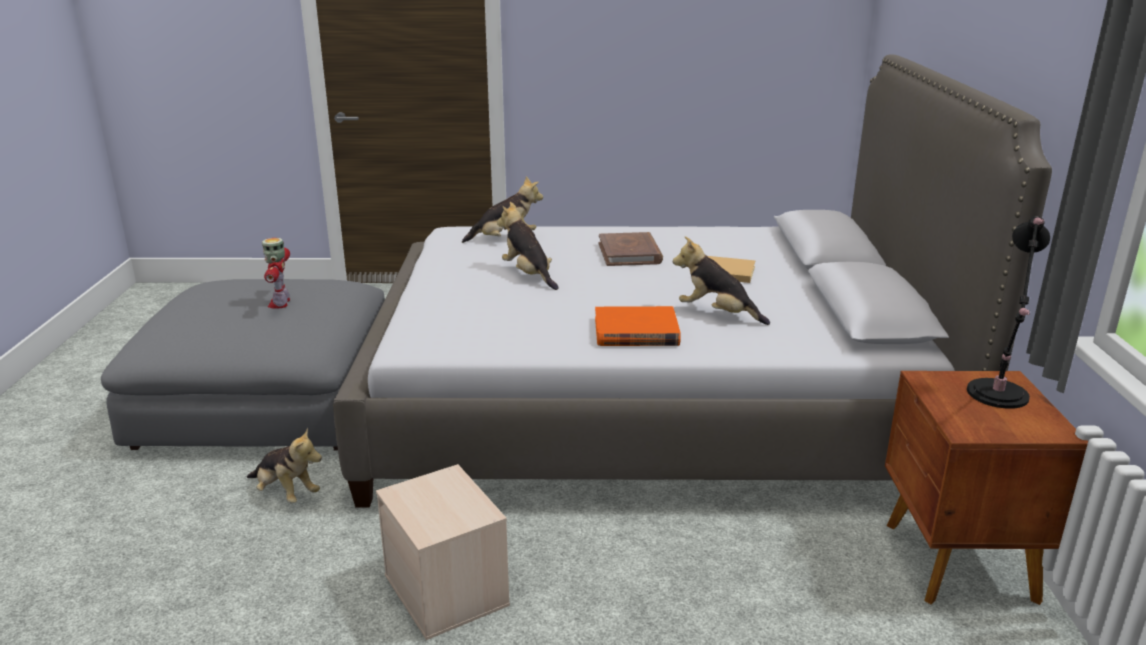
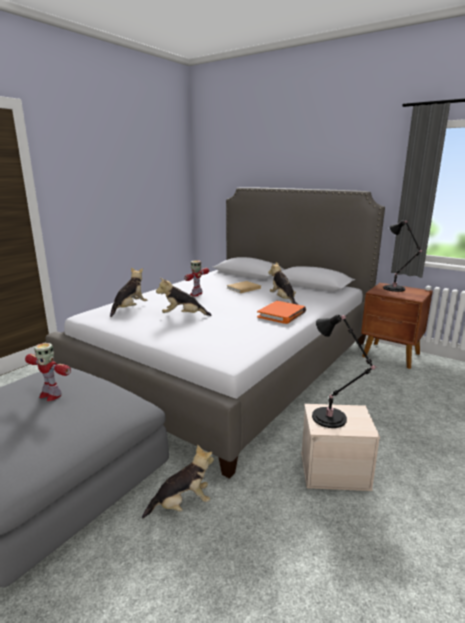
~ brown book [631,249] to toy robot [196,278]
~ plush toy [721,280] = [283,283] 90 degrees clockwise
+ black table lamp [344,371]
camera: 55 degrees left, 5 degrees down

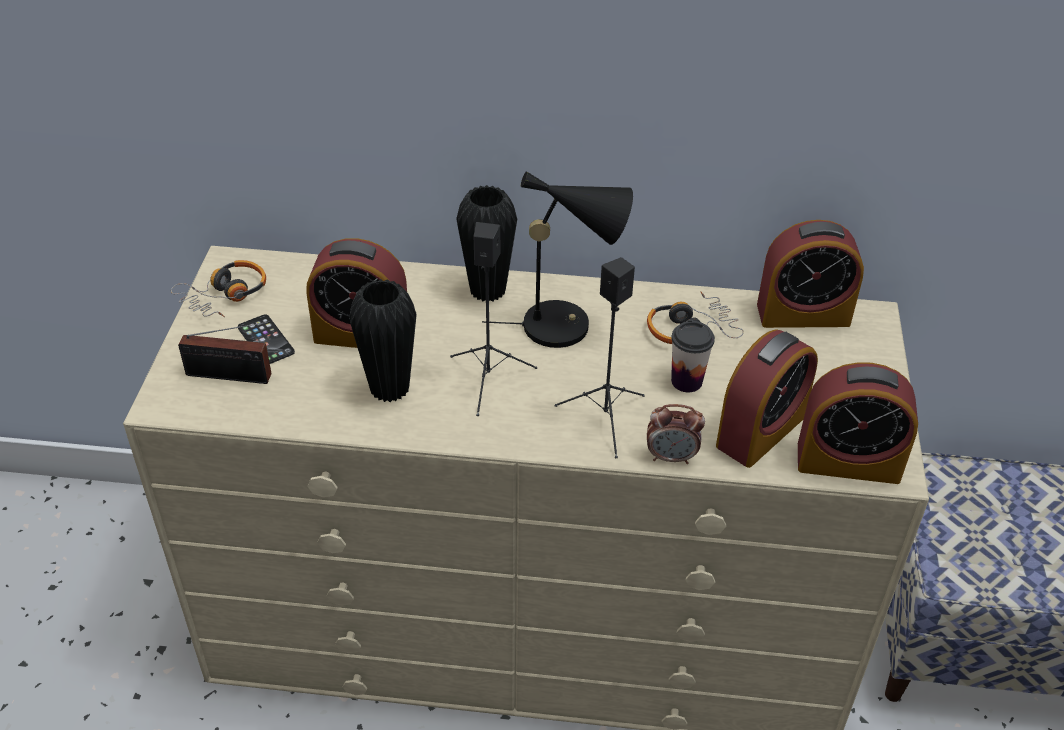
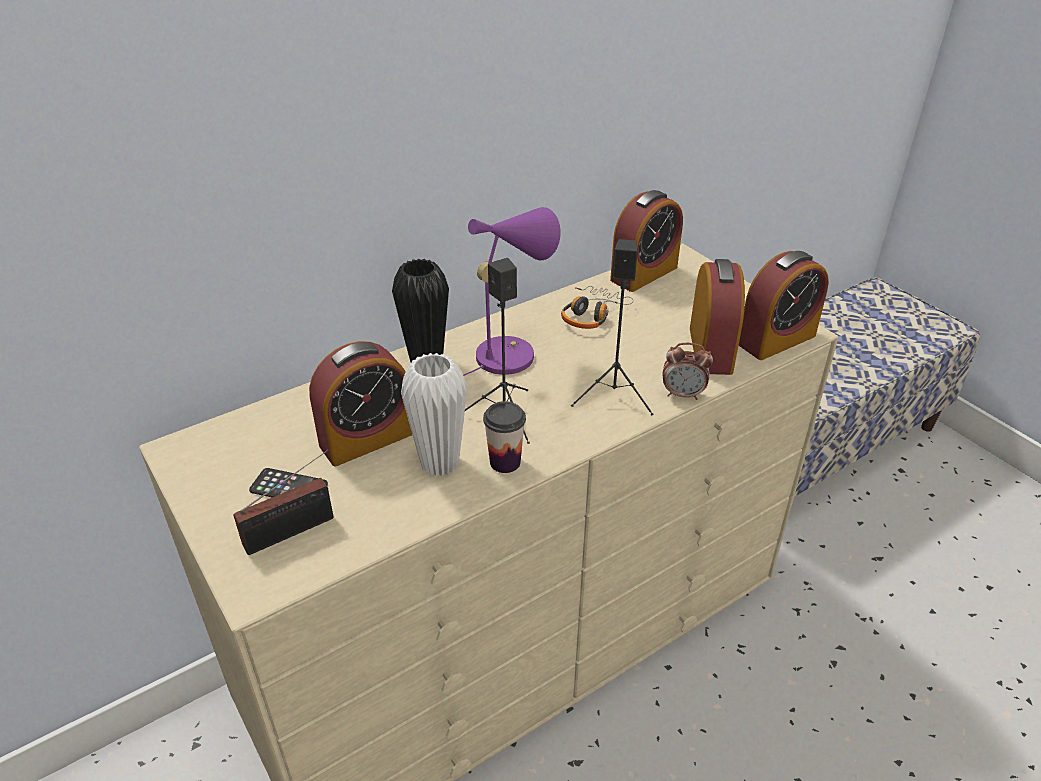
- headphones [218,288]
~ black vase [383,340] to white vase [434,414]
~ black table lamp [557,259] to purple table lamp [512,291]
~ alarm clock [676,434] = [688,371] 45 degrees clockwise
~ cup [693,356] to [504,437]
camera: 40 degrees left, 5 degrees down

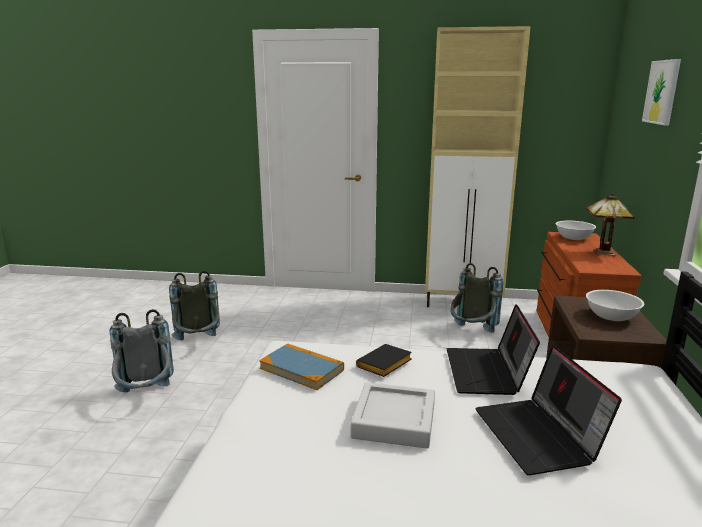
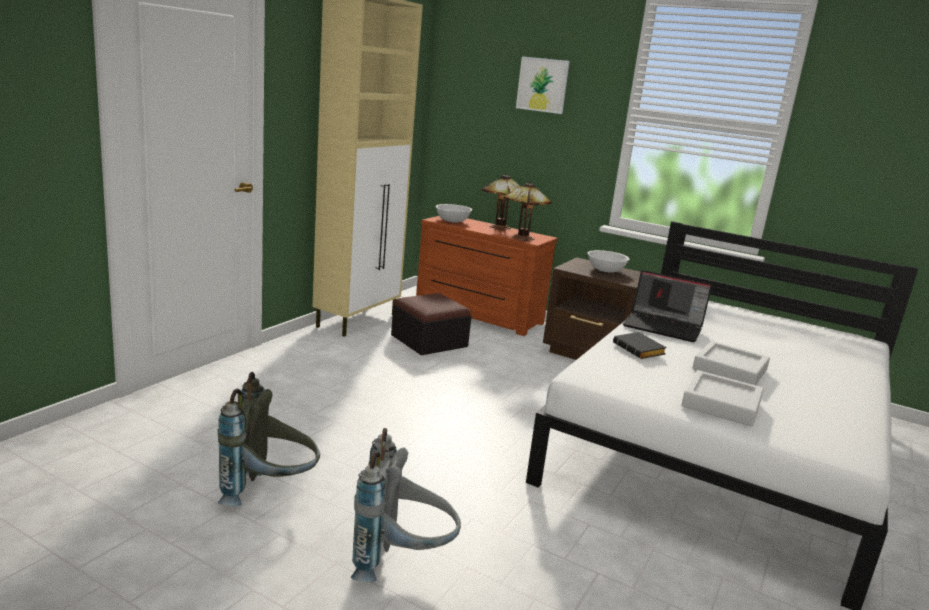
- book [301,366]
~ grey backpack [476,298] to ottoman [431,324]
- laptop [548,410]
+ table lamp [527,211]
+ grey tray [723,398]
camera: 70 degrees left, 0 degrees up

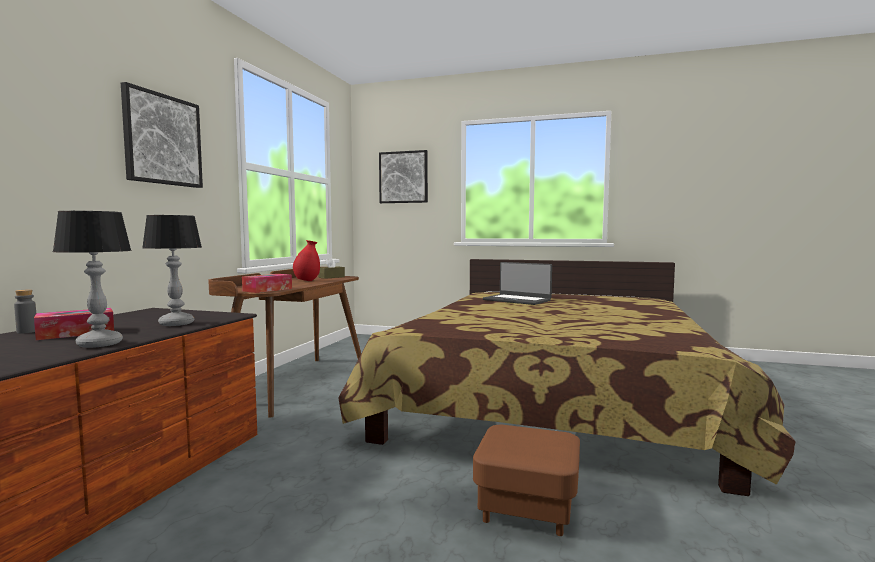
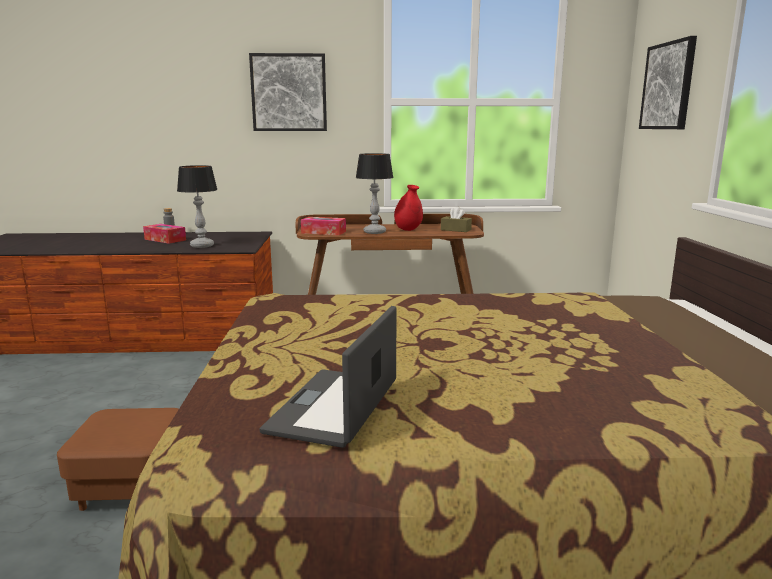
~ table lamp [92,279] to [375,193]
~ laptop [517,283] to [328,377]
camera: 70 degrees right, 10 degrees up

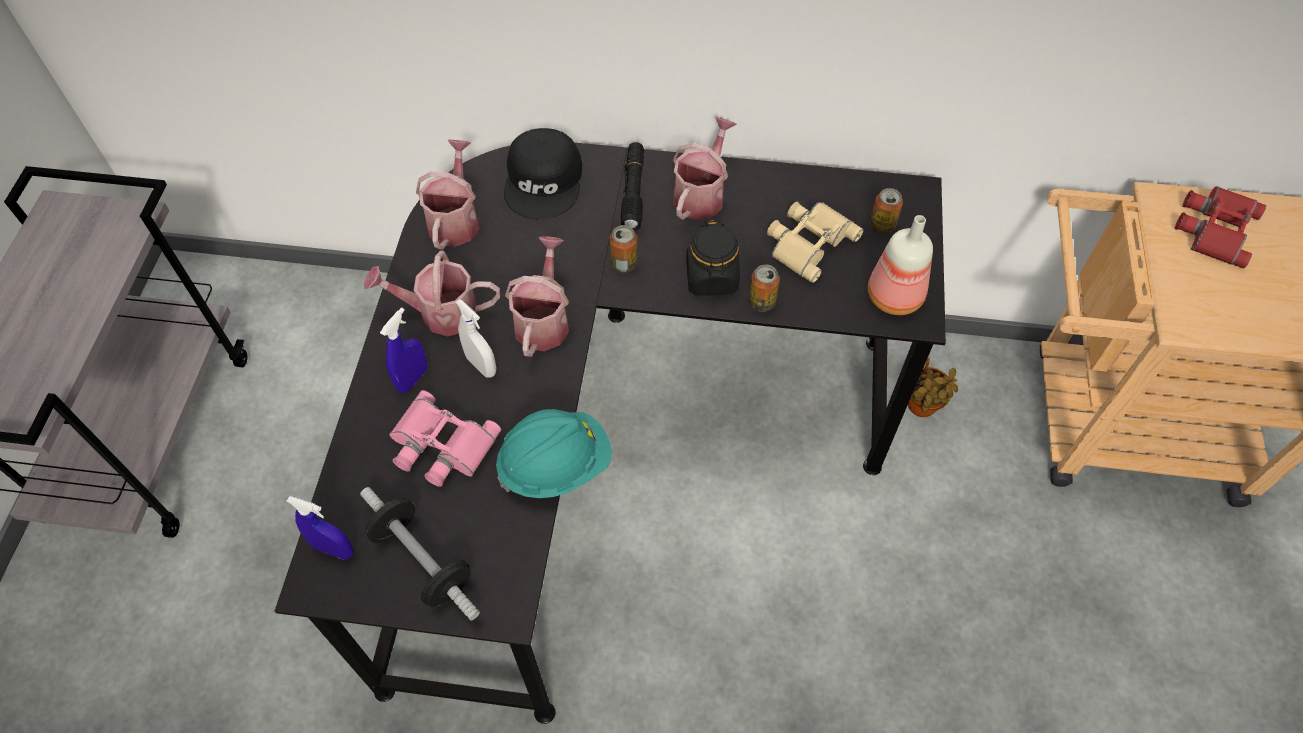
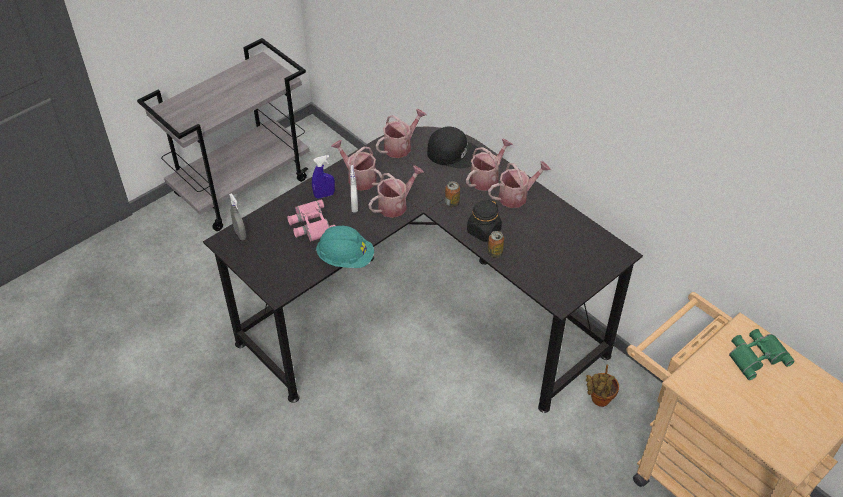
~ blue spray bottle [320,528] to grey spray bottle [238,216]
- dumbbell [420,554]
~ black cap [543,173] = [454,147] 120 degrees counterclockwise
~ black flashlight [632,187] to watering can [489,165]
- beige binoculars [815,242]
- bottle [900,265]
- can [886,211]
~ red binoculars [1220,227] to green binoculars [762,354]
camera: 40 degrees right, 10 degrees down

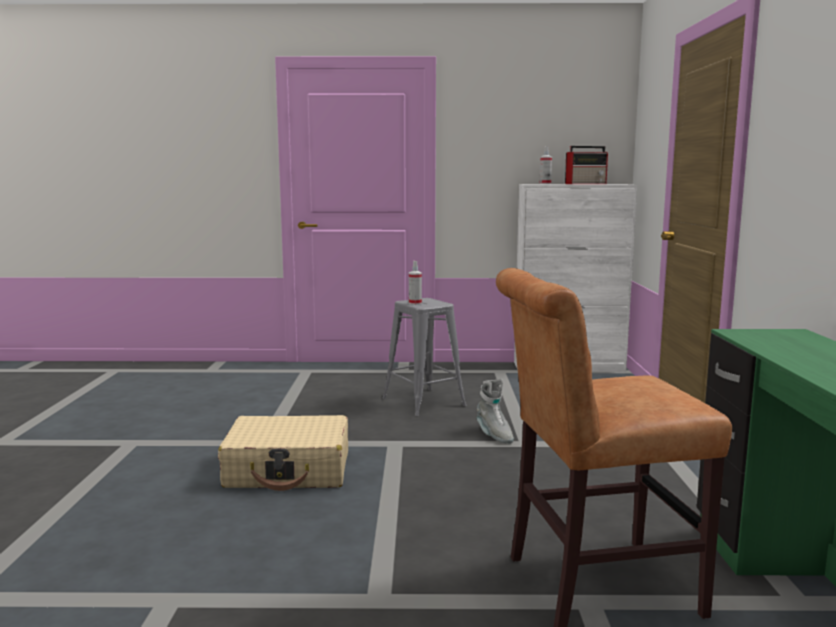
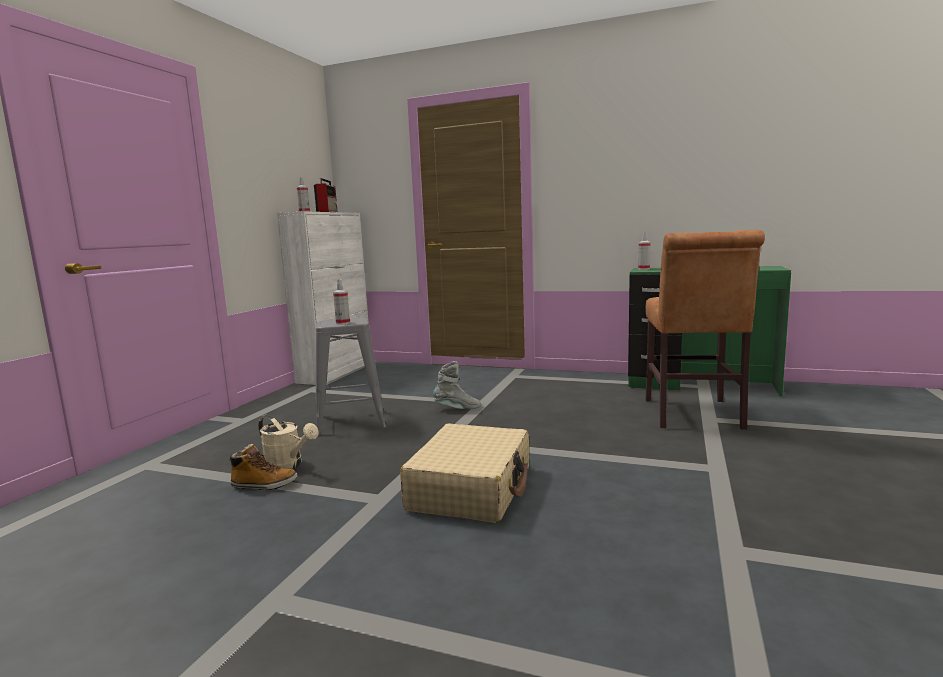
+ boot [262,467]
+ beige watering can [288,441]
+ spray bottle [644,251]
camera: 70 degrees left, 0 degrees up

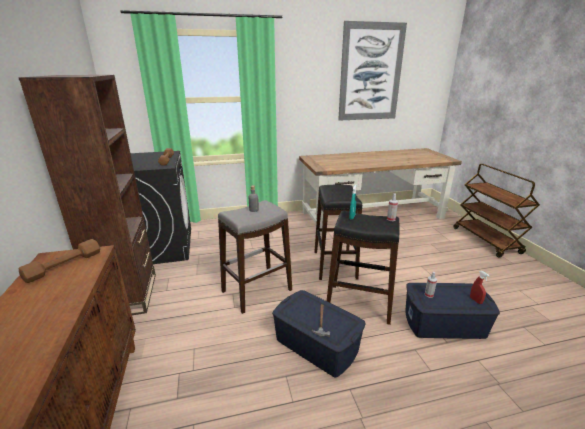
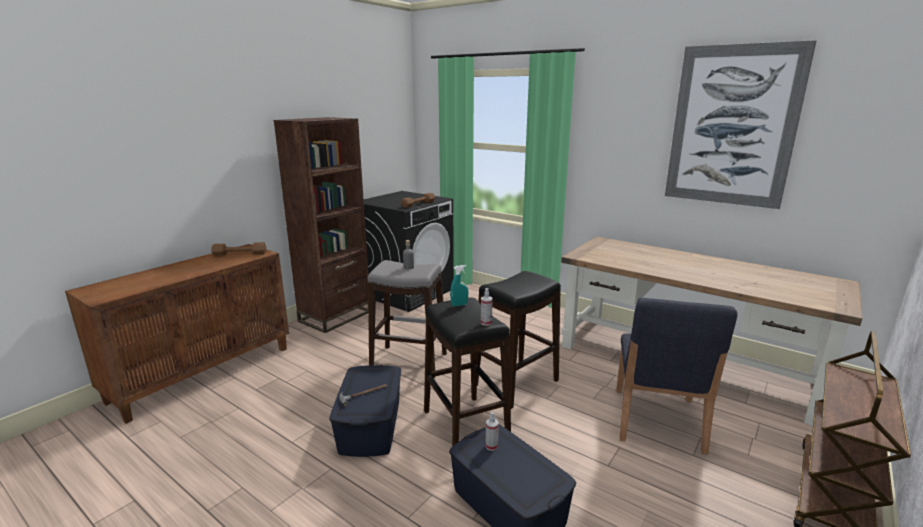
- red spray bottle [480,287]
+ blue chair [676,376]
camera: 50 degrees right, 5 degrees down

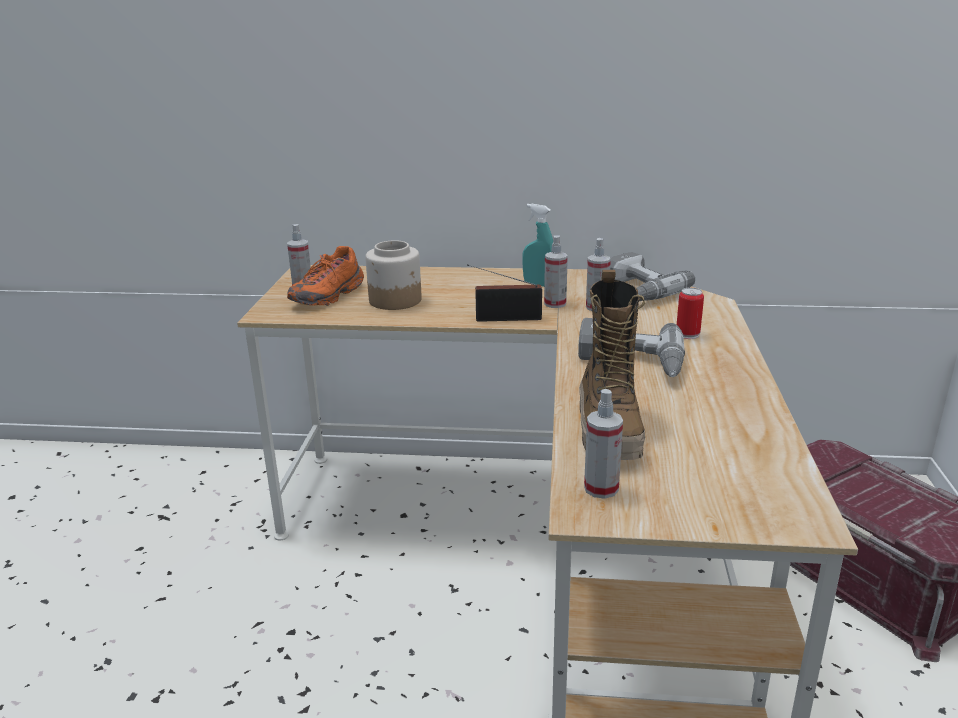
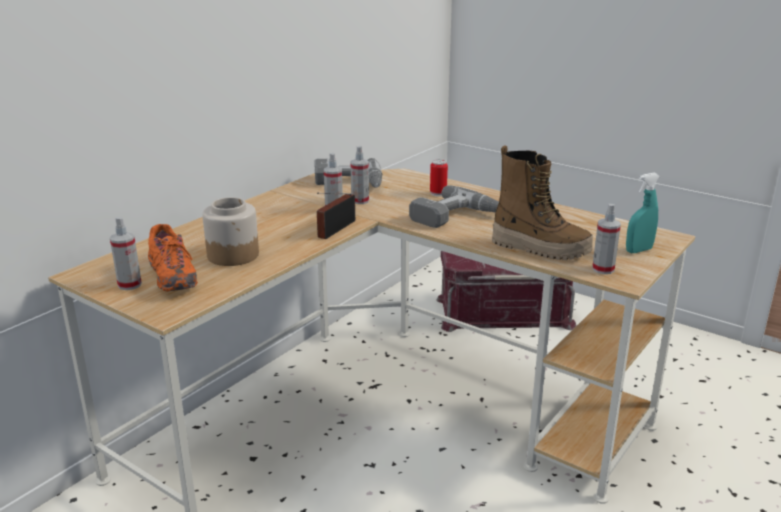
~ turquoise spray bottle [537,245] to [643,213]
camera: 60 degrees left, 0 degrees up

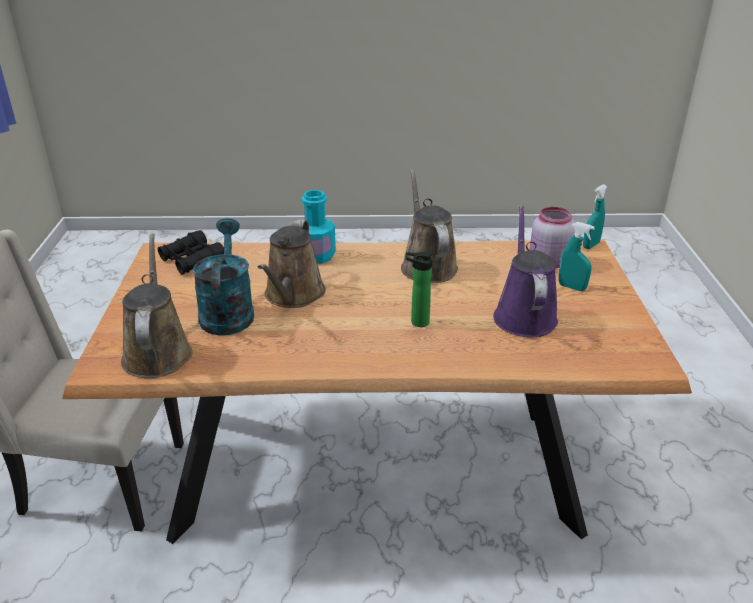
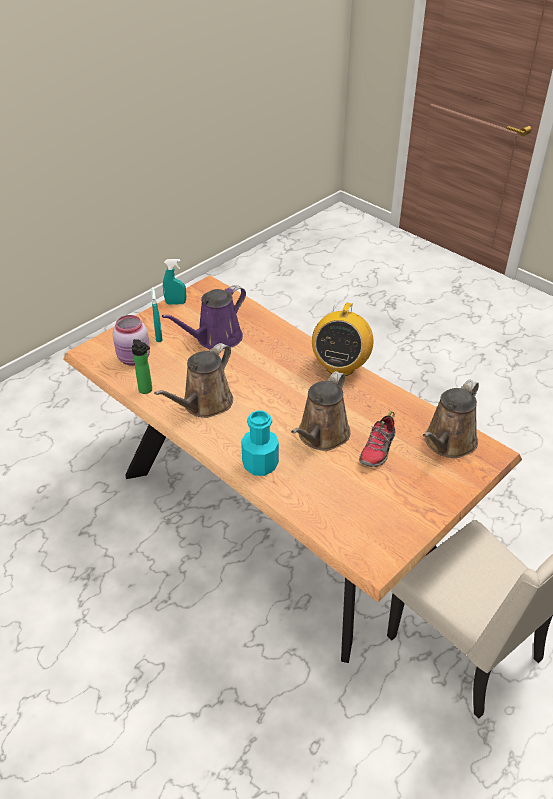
- black binoculars [191,252]
~ turquoise watering can [223,277] to shoe [377,439]
~ brown watering can [292,263] = [320,410] 150 degrees clockwise
~ bottle [419,289] to [142,366]
~ turquoise spray bottle [595,216] to [174,282]
+ radio [343,338]
camera: 135 degrees left, 10 degrees up

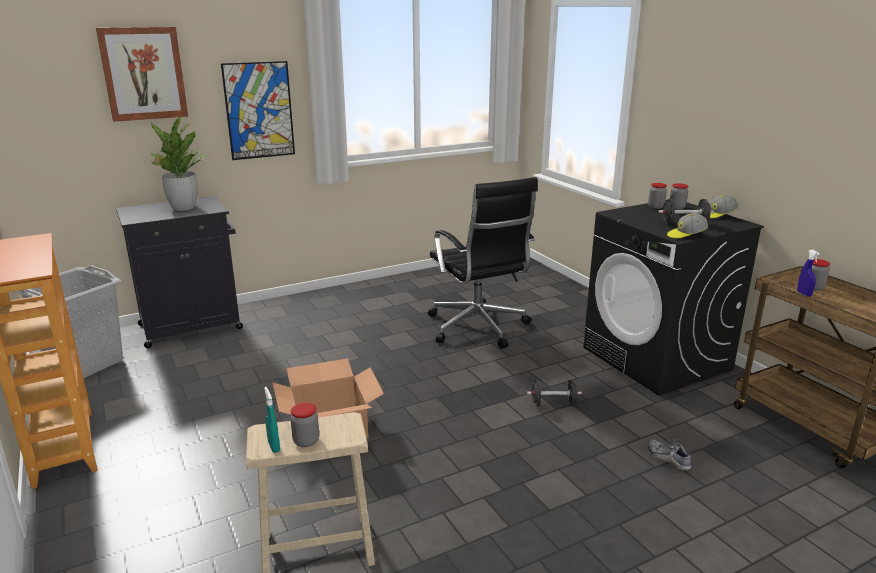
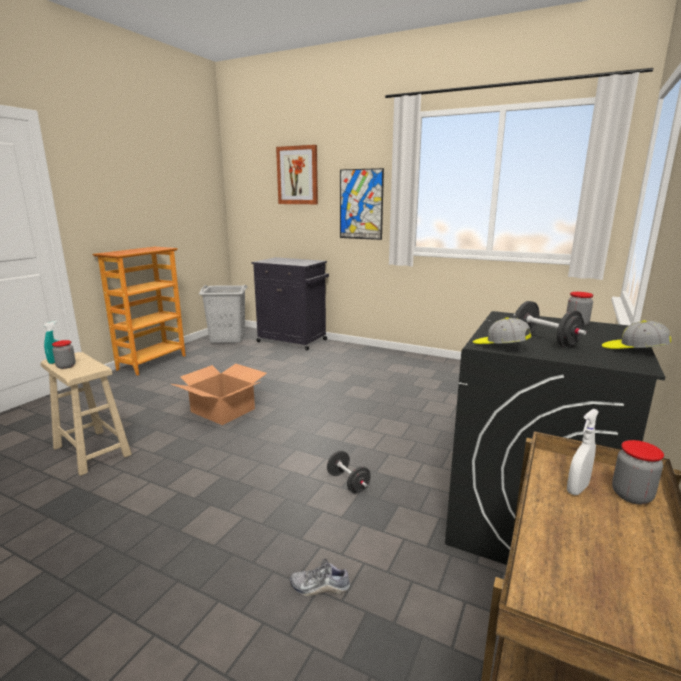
- potted plant [176,164]
- black office chair [483,263]
~ shoe [669,454] = [320,577] 105 degrees counterclockwise
- jar [679,196]
~ blue spray bottle [808,273] to white spray bottle [583,452]
camera: 55 degrees right, 5 degrees down

